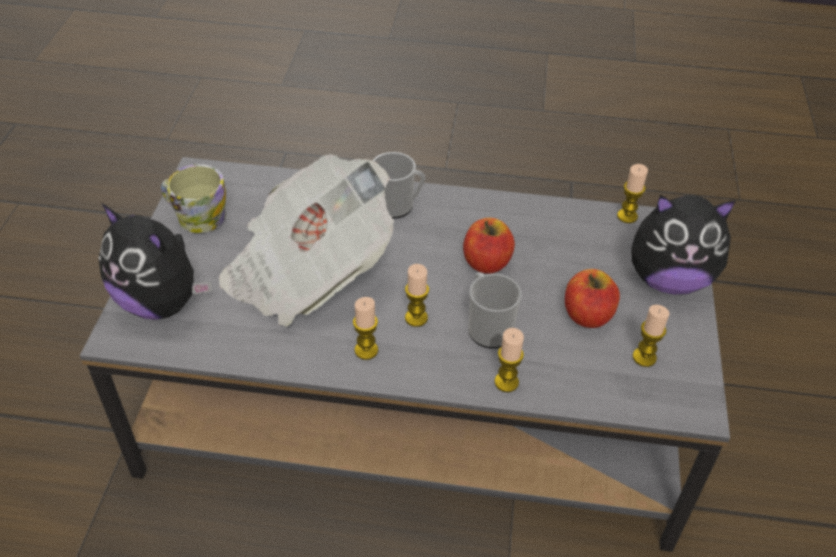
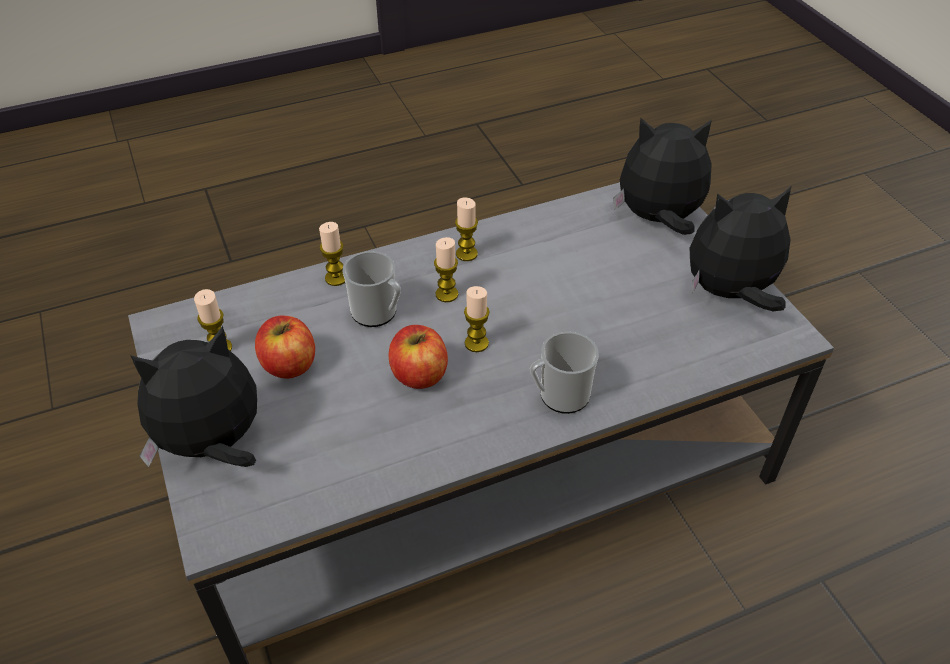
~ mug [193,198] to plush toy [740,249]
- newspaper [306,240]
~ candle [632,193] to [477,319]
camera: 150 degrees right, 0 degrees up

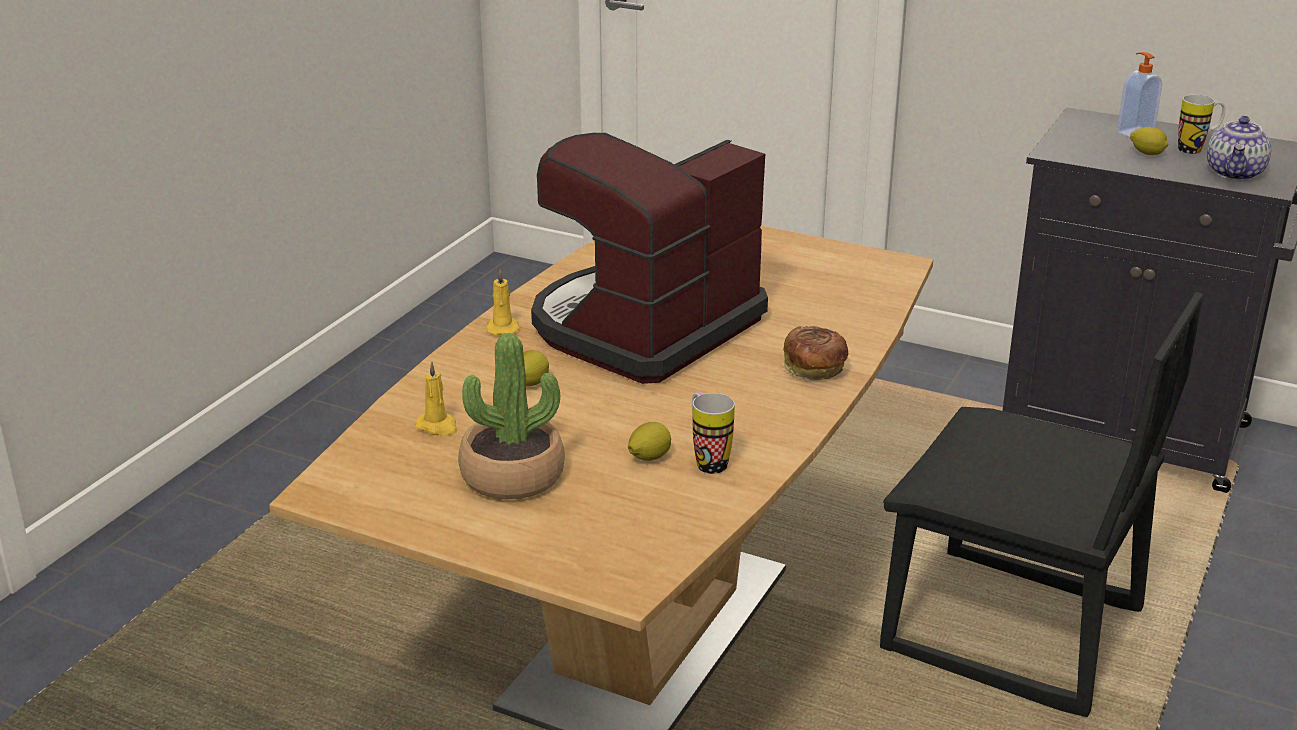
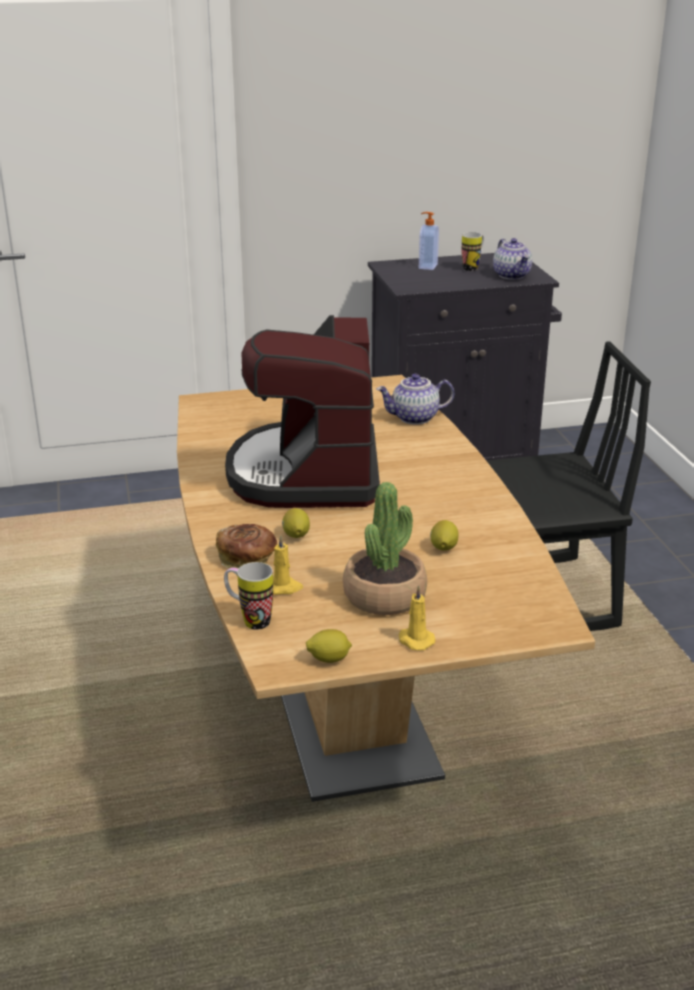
~ yellow candle [503,302] to [417,618]
~ mug [713,433] to [248,596]
~ bread [815,353] to [246,546]
~ lemon [1149,141] to [329,646]
+ teapot [415,399]
camera: 40 degrees left, 0 degrees up

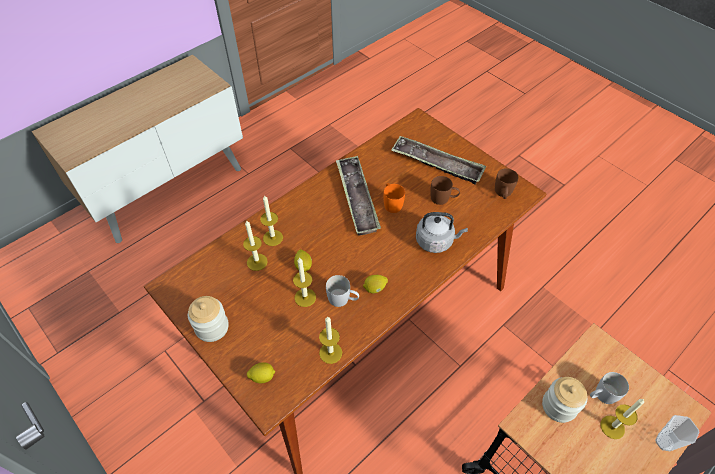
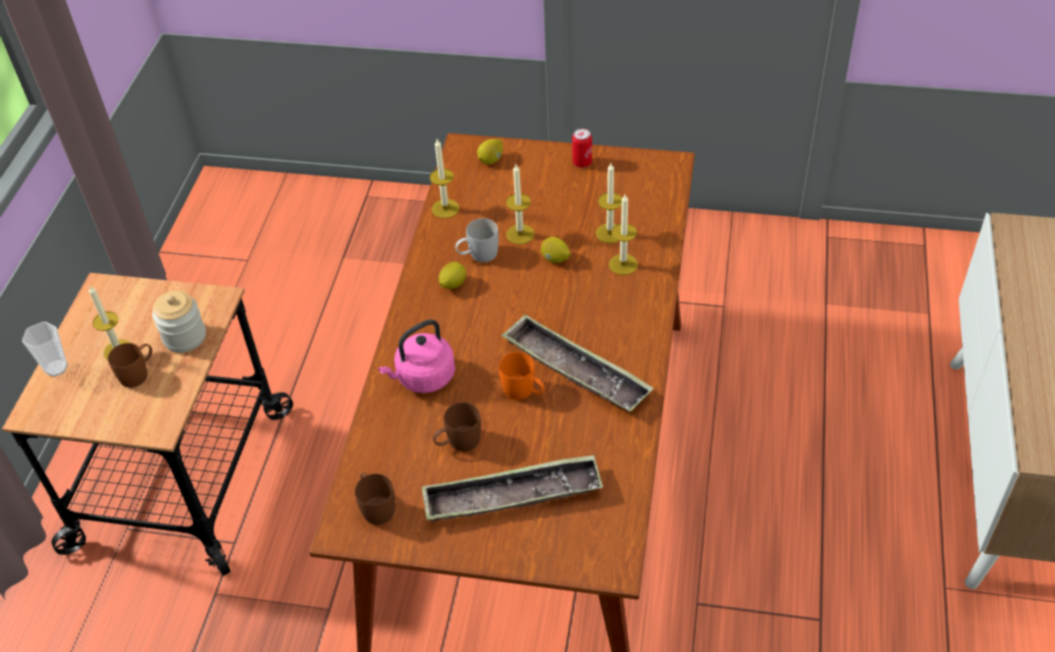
~ jar [208,319] to can [582,148]
~ grey kettle [442,232] to pink kettle [416,356]
~ white mug [609,388] to brown mug [130,365]
camera: 145 degrees right, 5 degrees down

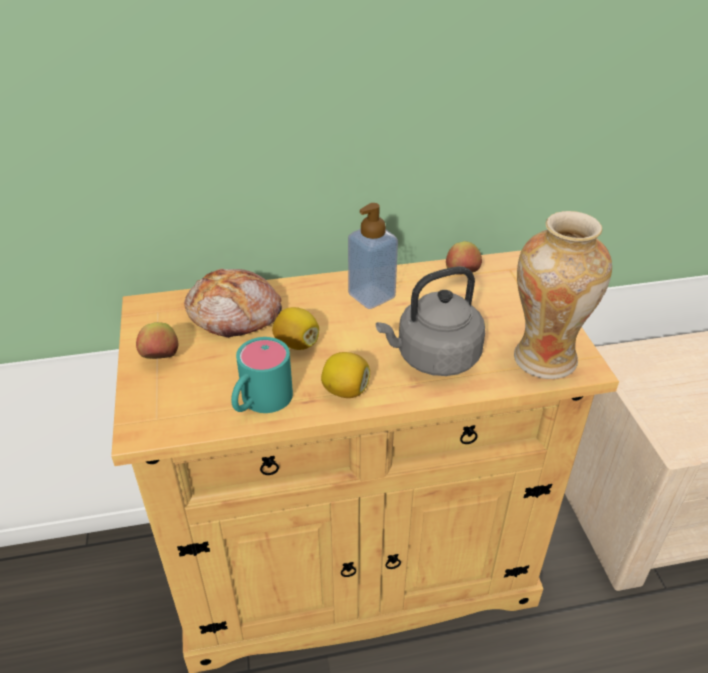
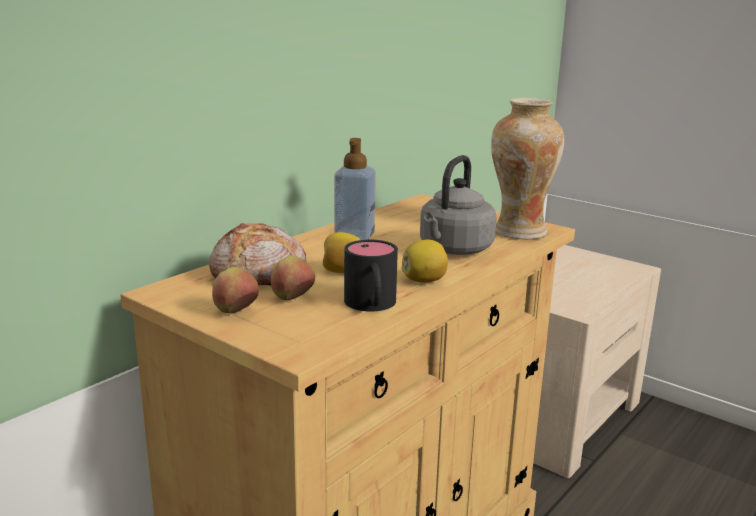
~ turquoise mug [262,375] to black mug [371,276]
~ apple [464,258] to [293,278]
camera: 40 degrees left, 20 degrees down

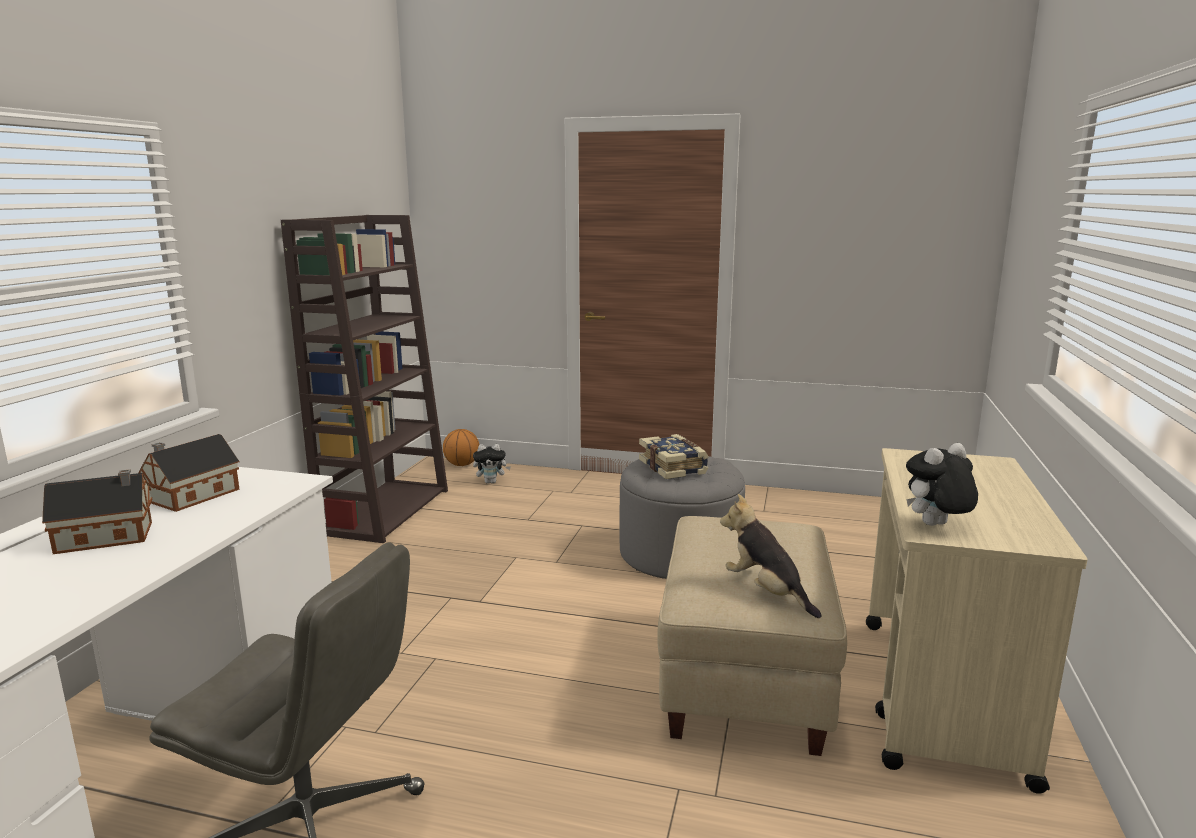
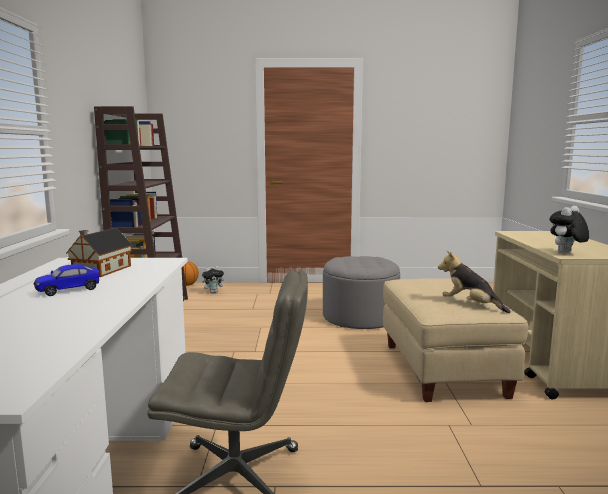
~ toy house [97,511] to toy car [66,280]
- book [674,456]
camera: 15 degrees left, 5 degrees down

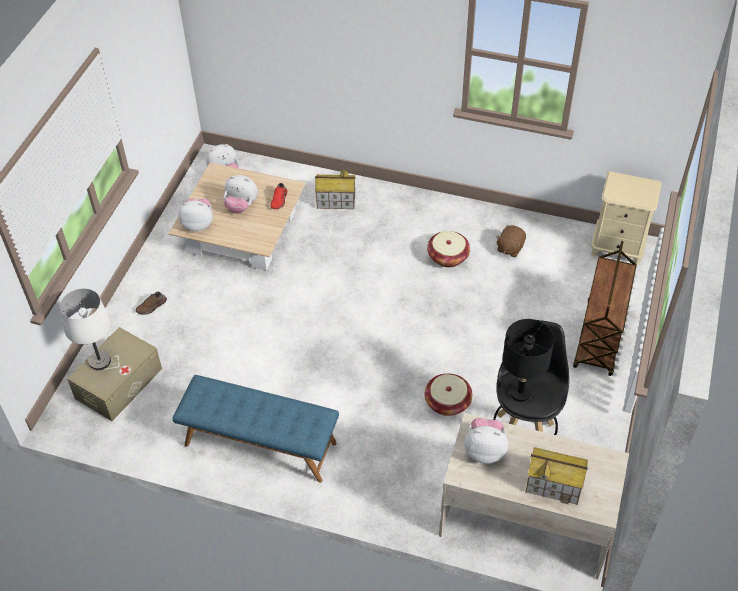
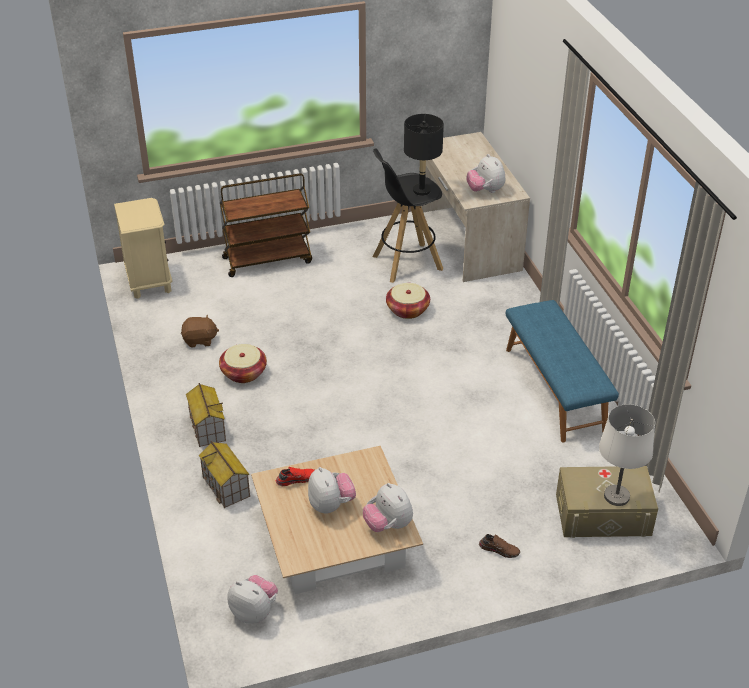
~ toy house [556,476] to [206,415]
camera: 125 degrees left, 10 degrees down

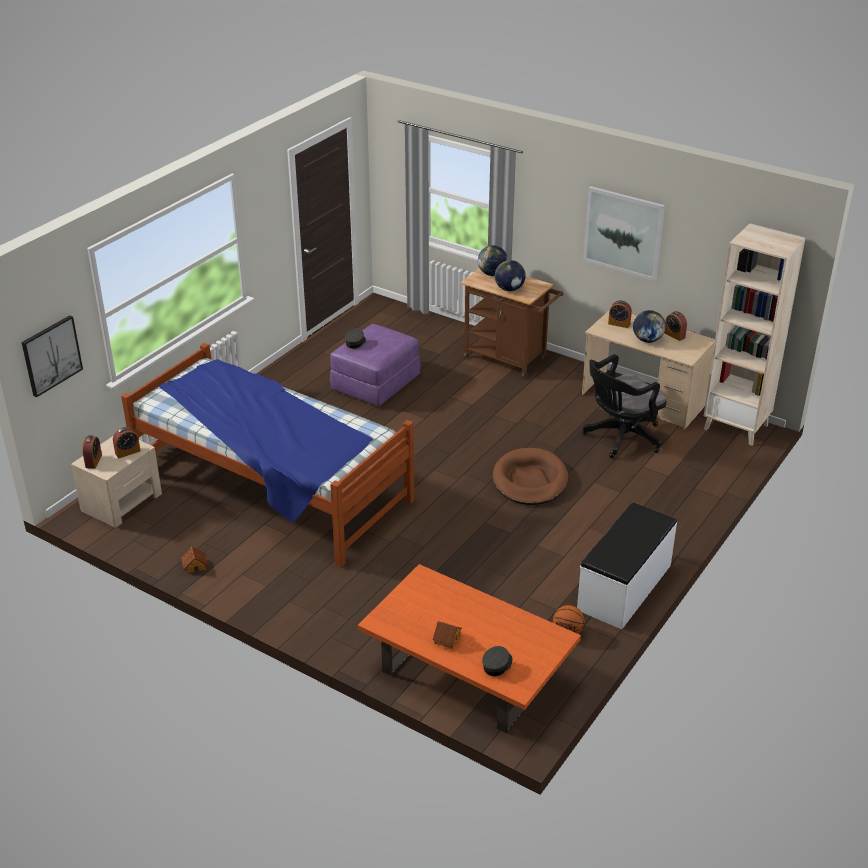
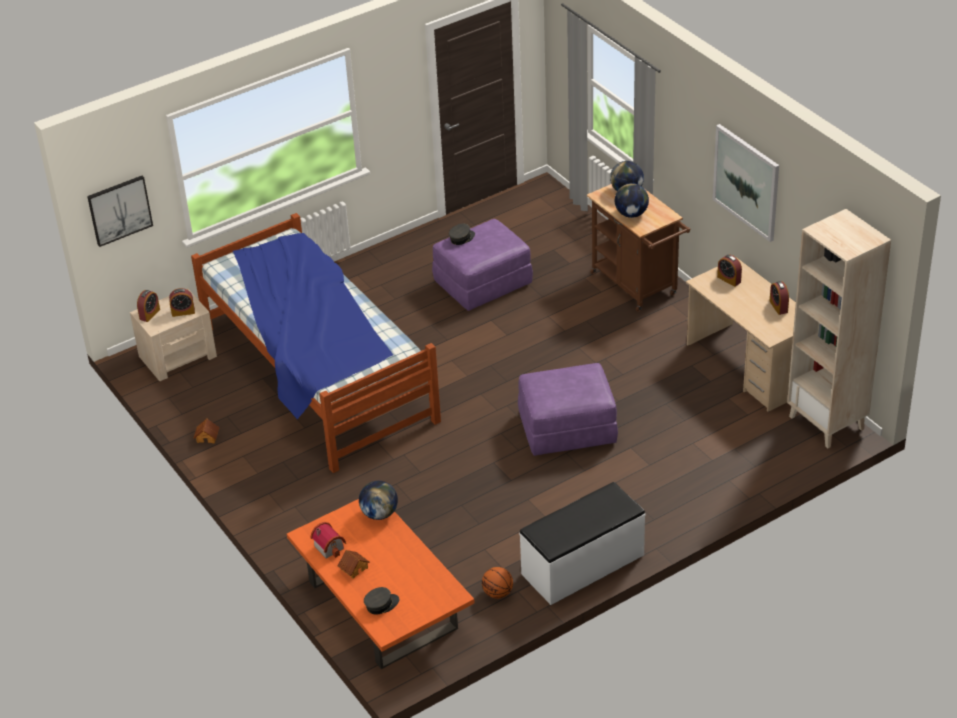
~ brown dog bed [530,476] to purple ottoman [568,409]
- black office chair [624,406]
~ globe [649,326] to [378,500]
+ toy house [328,540]
camera: 25 degrees right, 5 degrees up

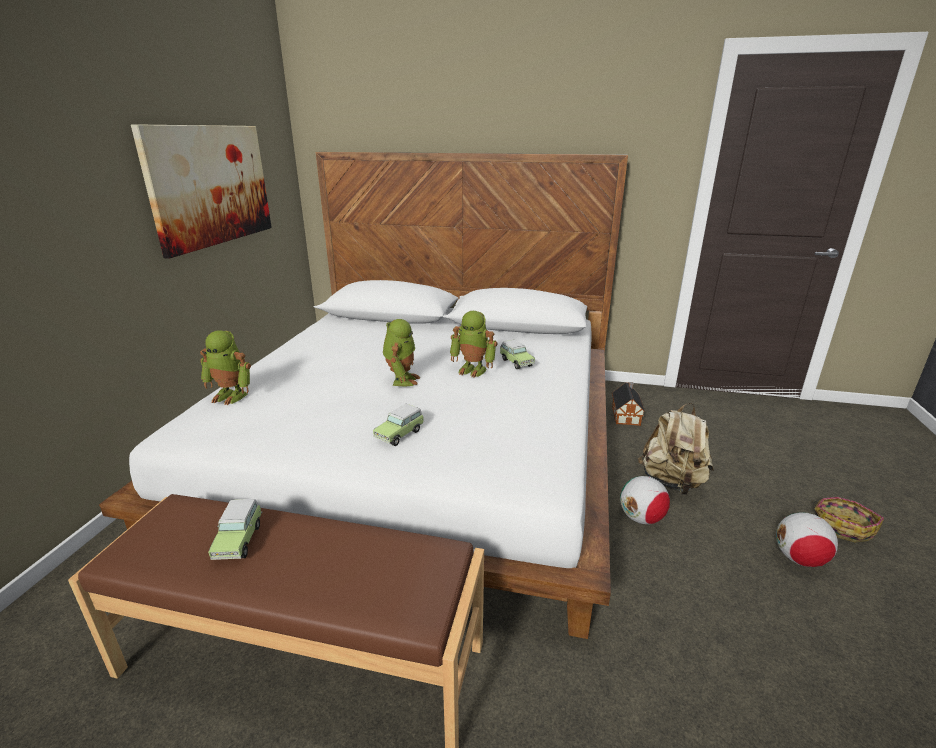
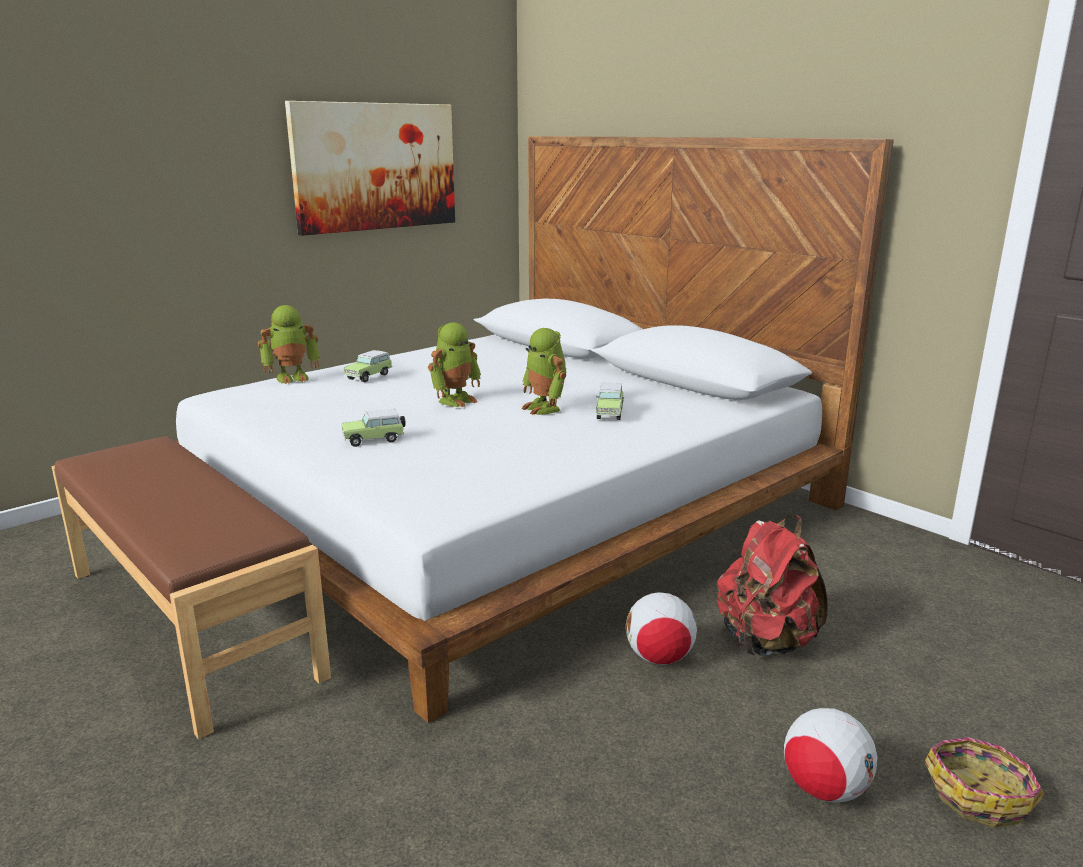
~ toy robot [225,367] = [289,344] 75 degrees counterclockwise
~ toy car [235,529] to [368,366]
- toy house [628,404]
~ beige backpack [676,449] to red backpack [772,585]
camera: 35 degrees right, 5 degrees down

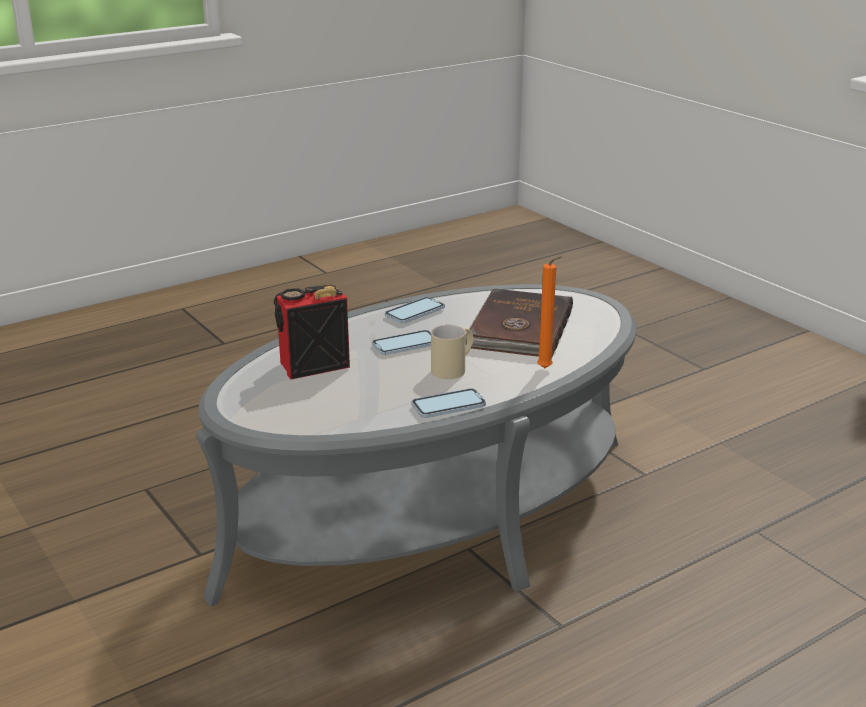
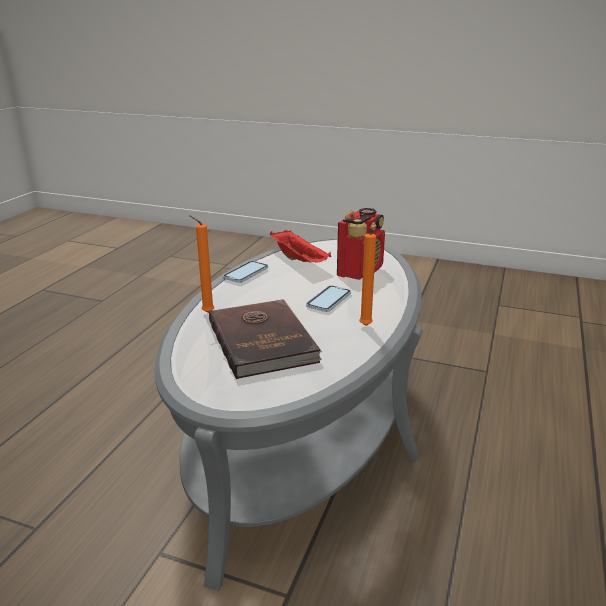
~ phone [415,310] to orange candle [367,277]
- beige mug [452,352]
+ red tray [300,246]
camera: 145 degrees right, 0 degrees up

